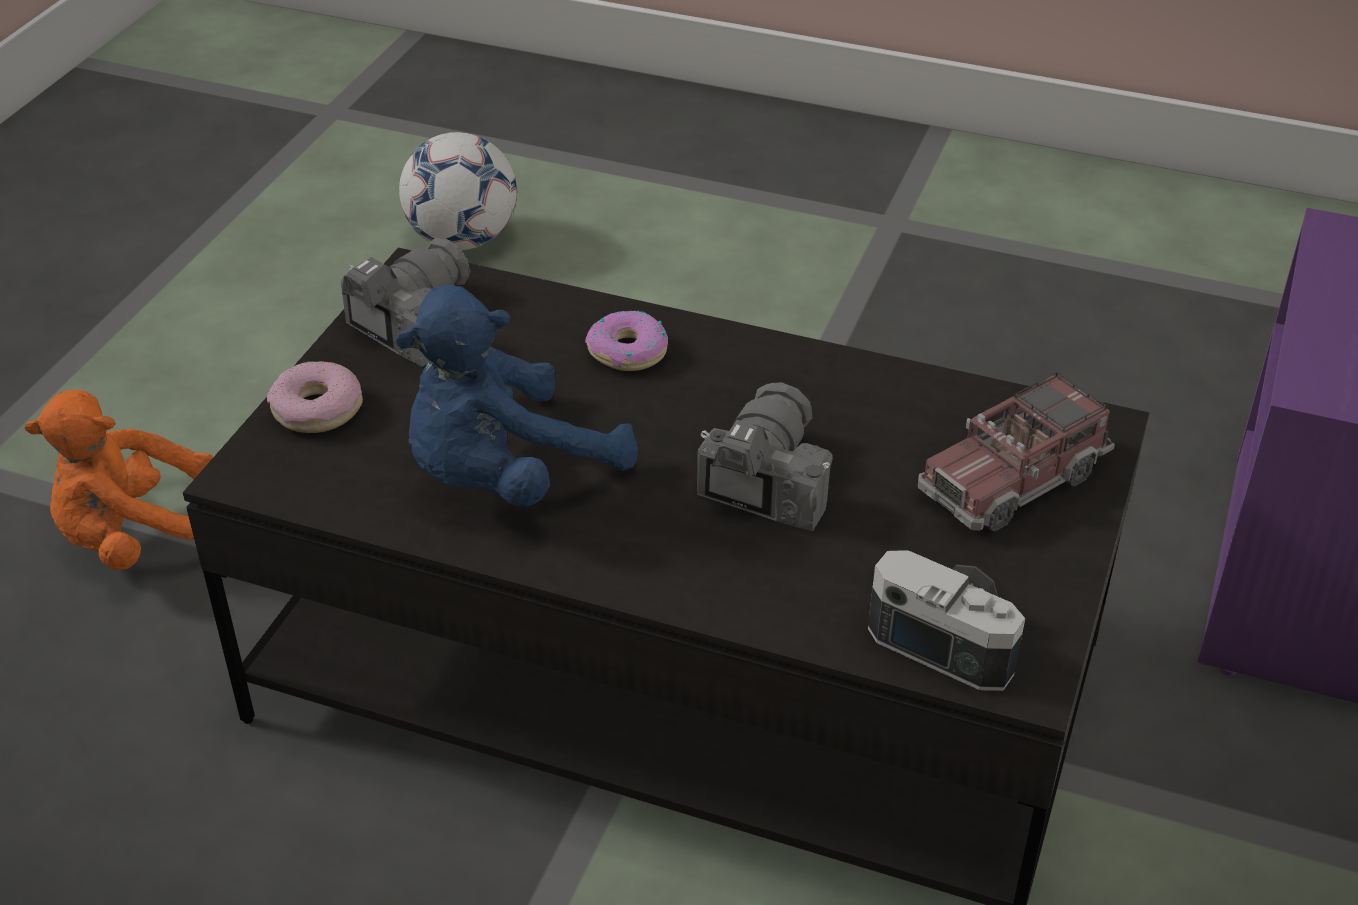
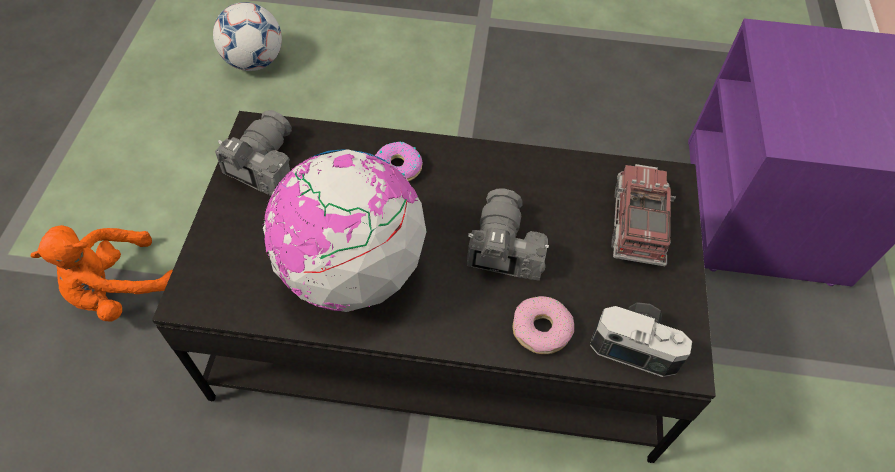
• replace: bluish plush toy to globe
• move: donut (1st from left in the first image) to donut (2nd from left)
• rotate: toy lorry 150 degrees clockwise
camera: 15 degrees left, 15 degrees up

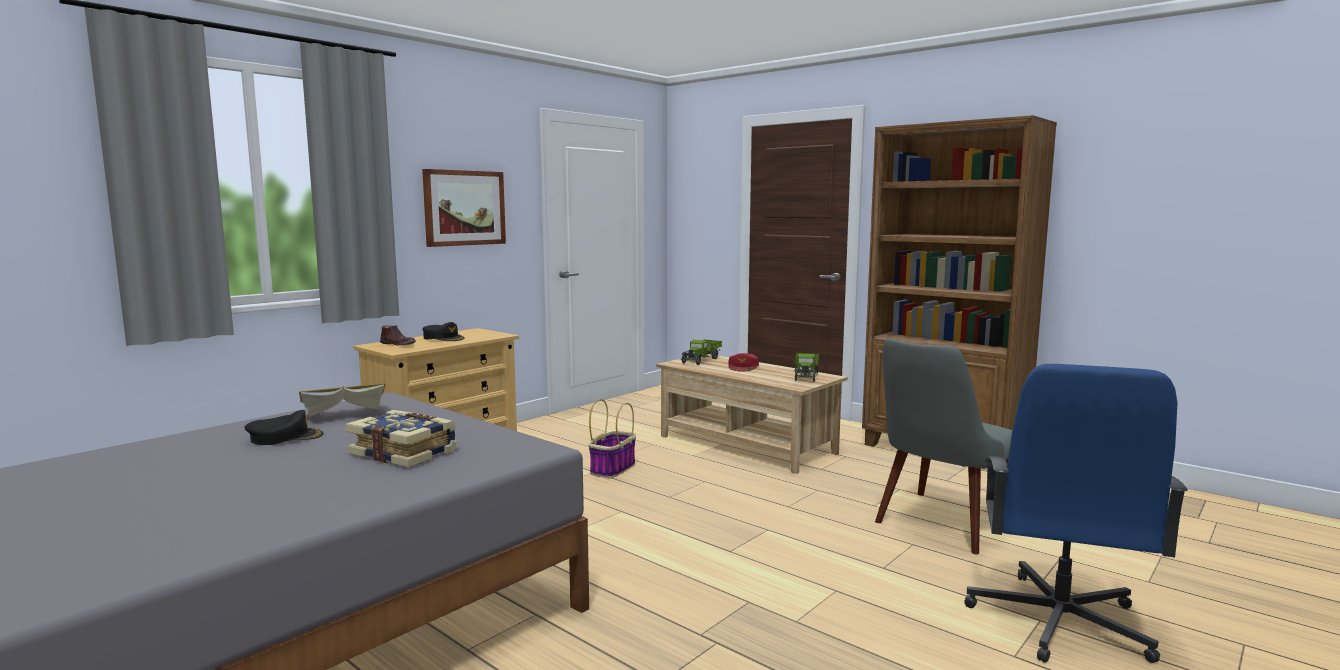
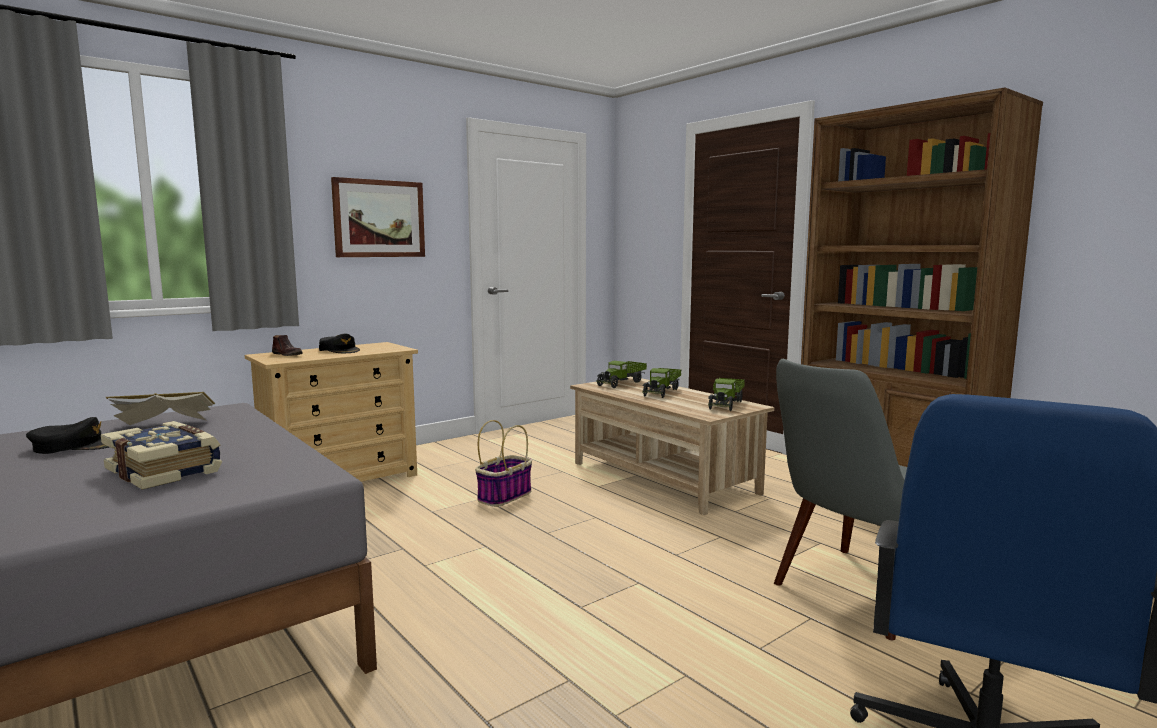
• replace: red-coloured cap to toy lorry (2nd from left)
camera: 10 degrees right, 0 degrees up

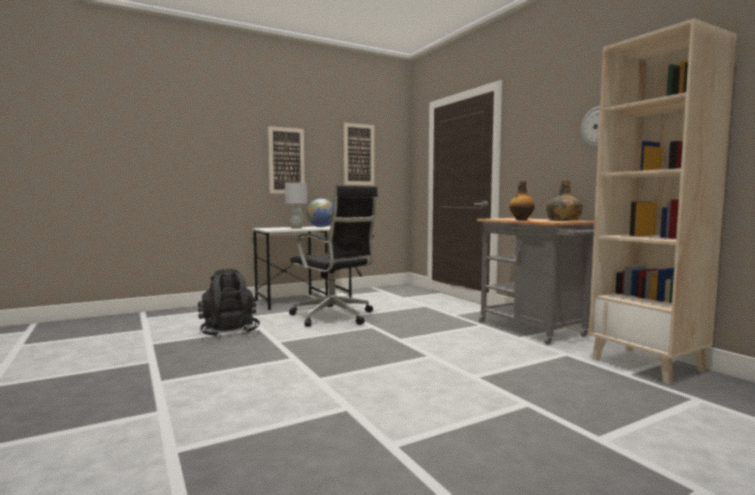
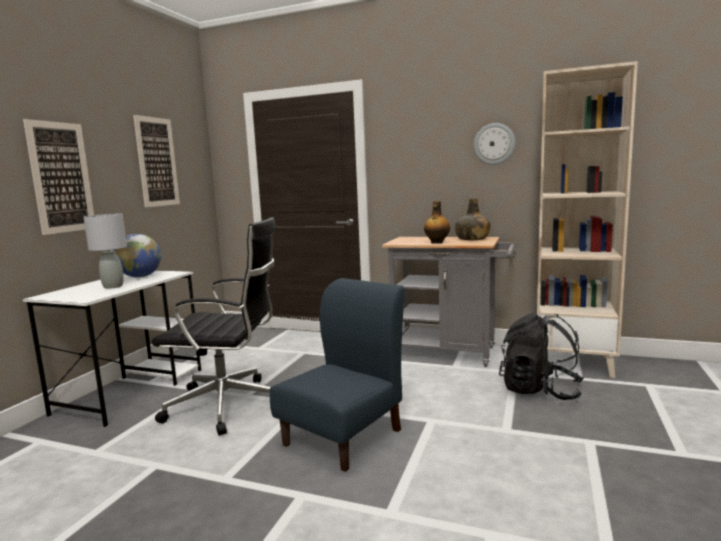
• insert: bluish plain chair
• move: blackish rucksack
camera: 40 degrees left, 5 degrees up

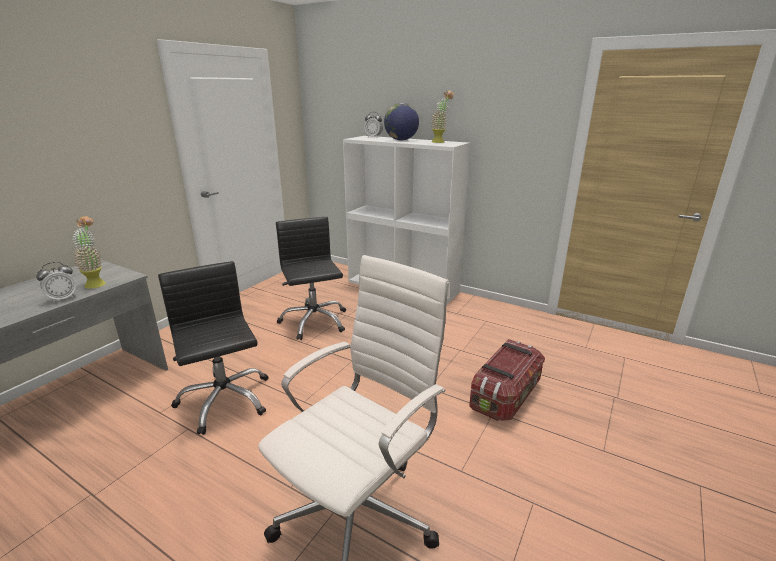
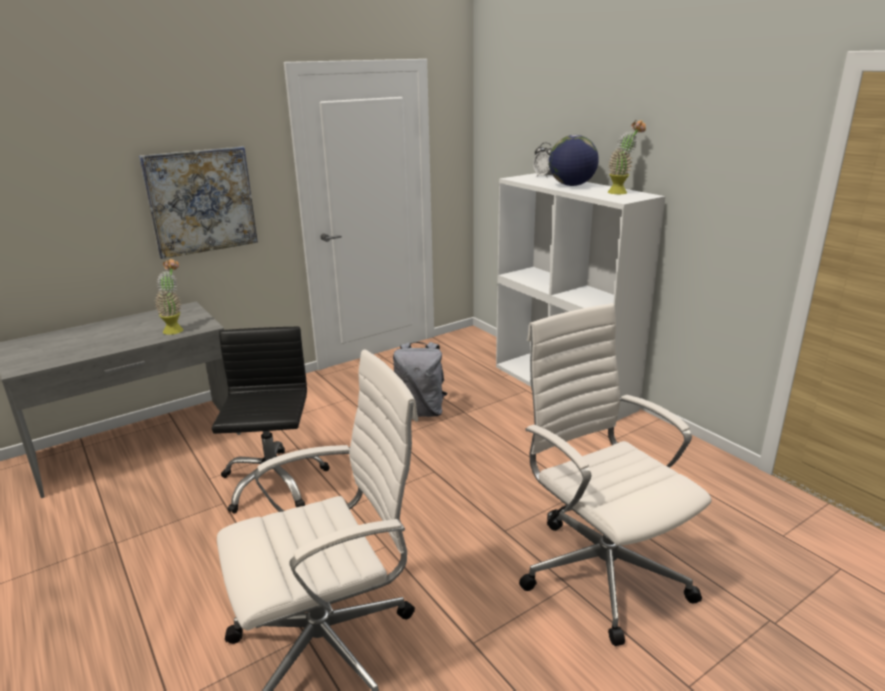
• insert: wall picture
• replace: blackish computer chair (2nd from left) to greyish rucksack
• replace: storage box to white-coloured computer chair (2nd from left)
• delete: table clock (1st from left)
camera: 25 degrees right, 0 degrees up

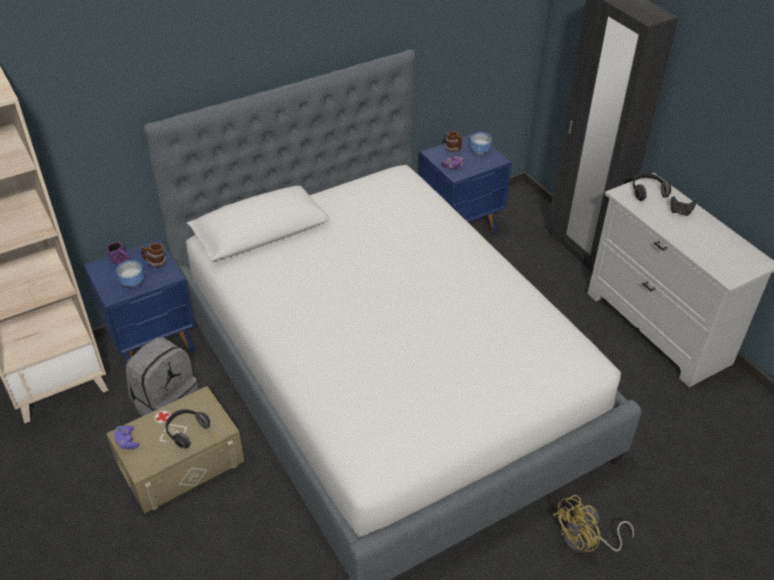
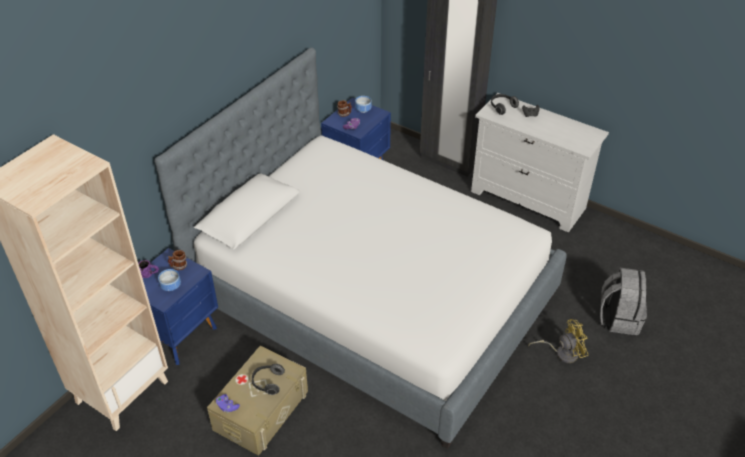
• rotate: yellow electric fan 135 degrees counterclockwise
• move: greyish rucksack
camera: 25 degrees left, 0 degrees up

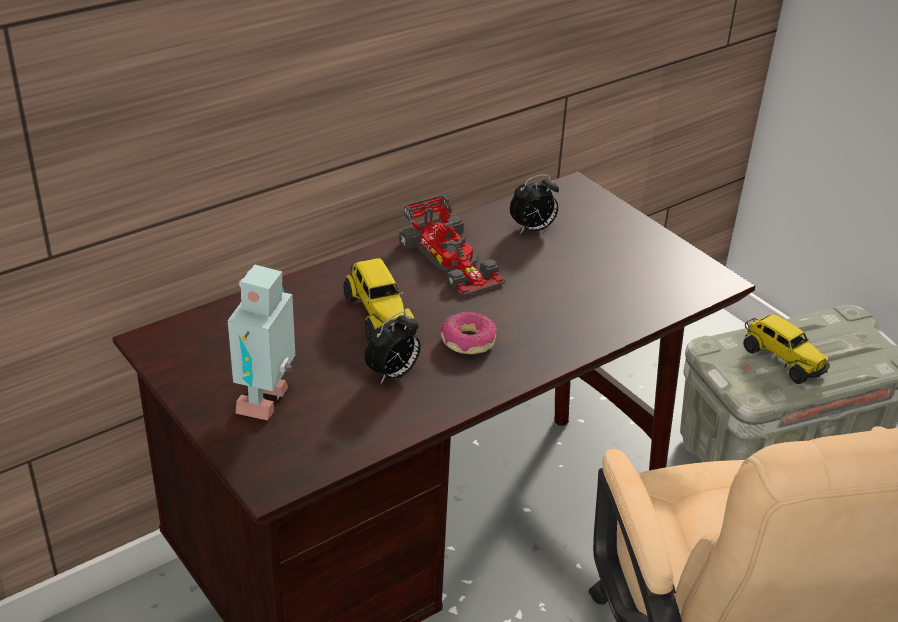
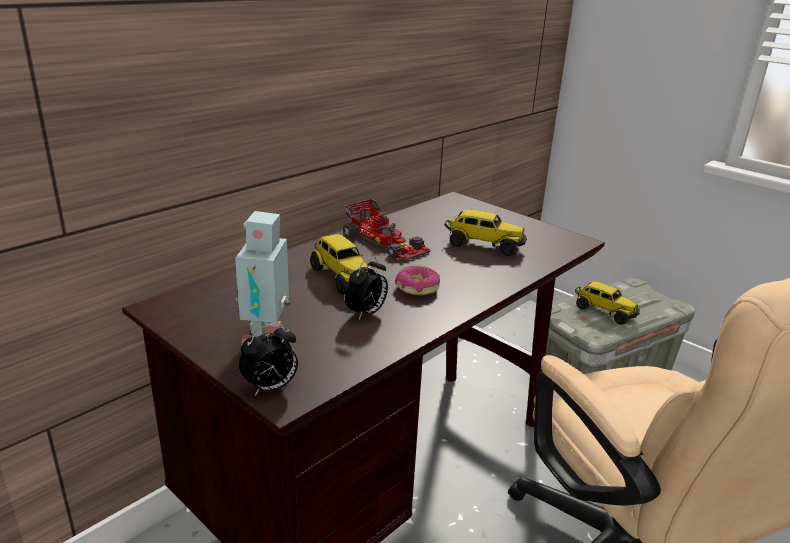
• move: table clock (2nd from left in the first image) to table clock (1st from left)
• insert: toy lorry (2nd from left)
camera: 10 degrees left, 10 degrees down

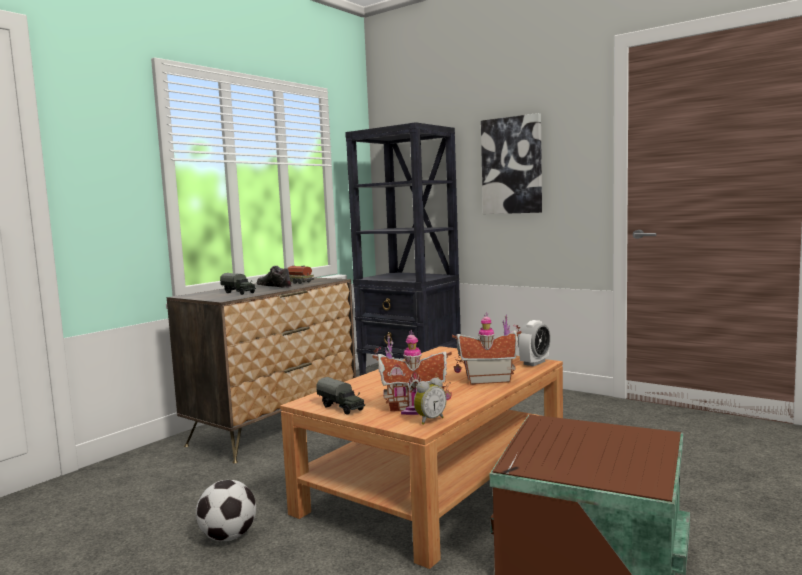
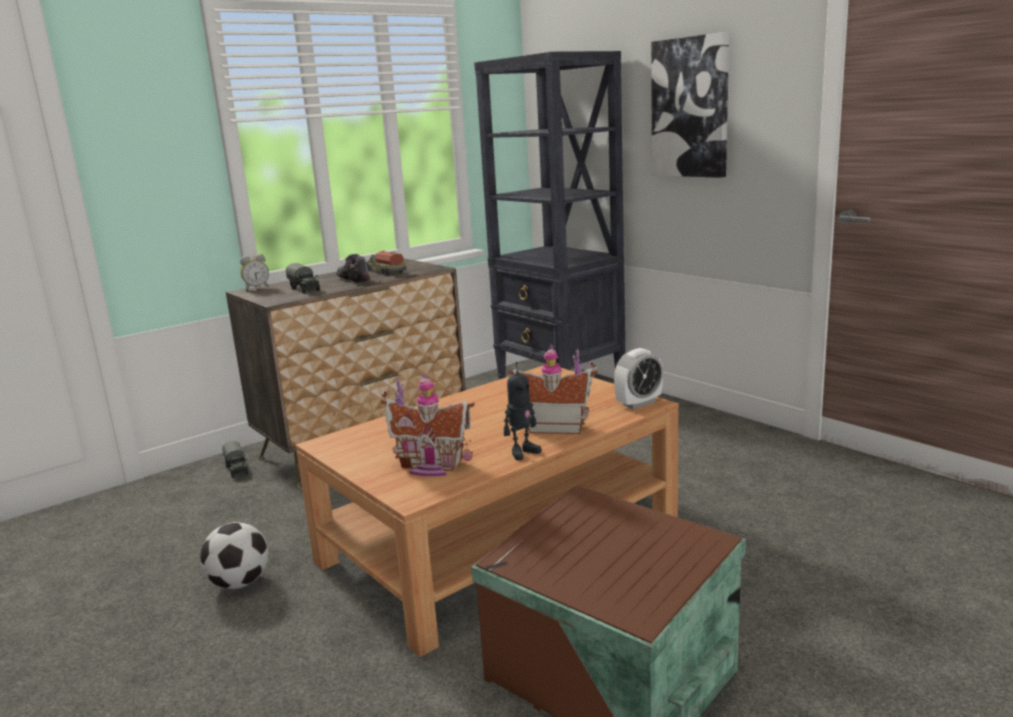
• move: toy lorry (3rd from left in the first image) to toy lorry (1st from left)
• move: table clock (1st from left)
• insert: robot figure
camera: 15 degrees right, 10 degrees up

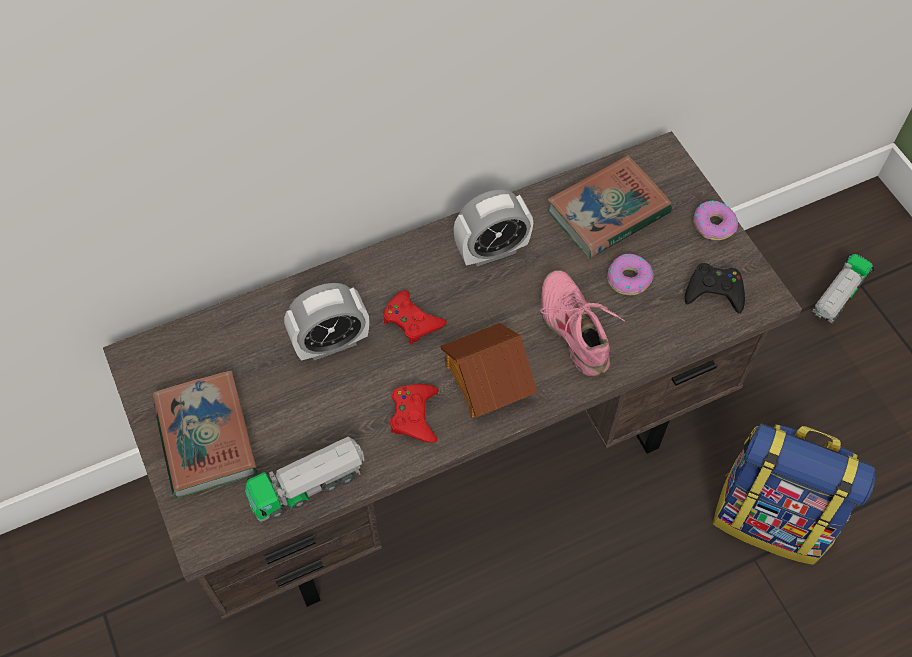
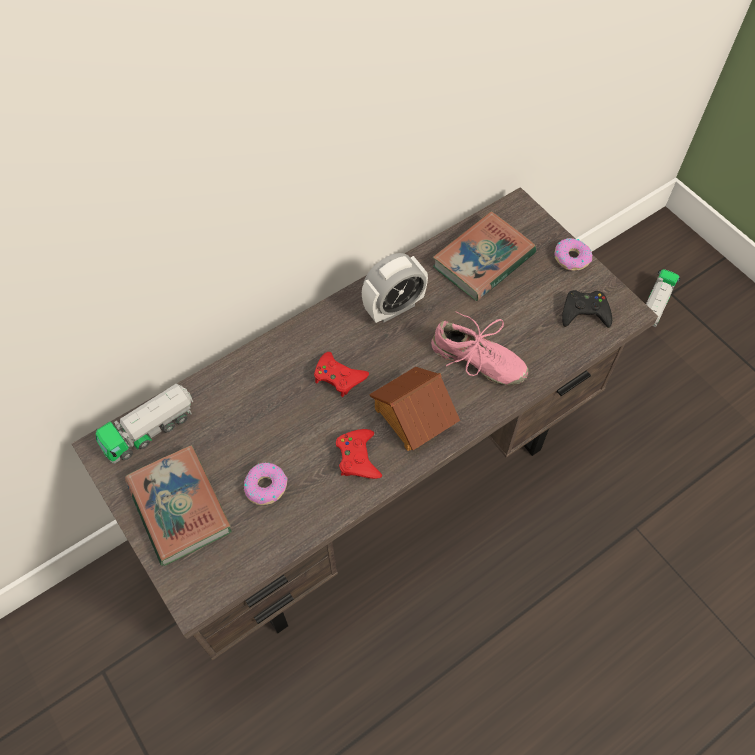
• move: toy lorry (1st from left)
• move: donut (1st from left)
• rotate: pink-coloured item of footwear 150 degrees clockwise
• delete: table clock (1st from left)
• delete: rucksack
camera: 10 degrees left, 0 degrees up

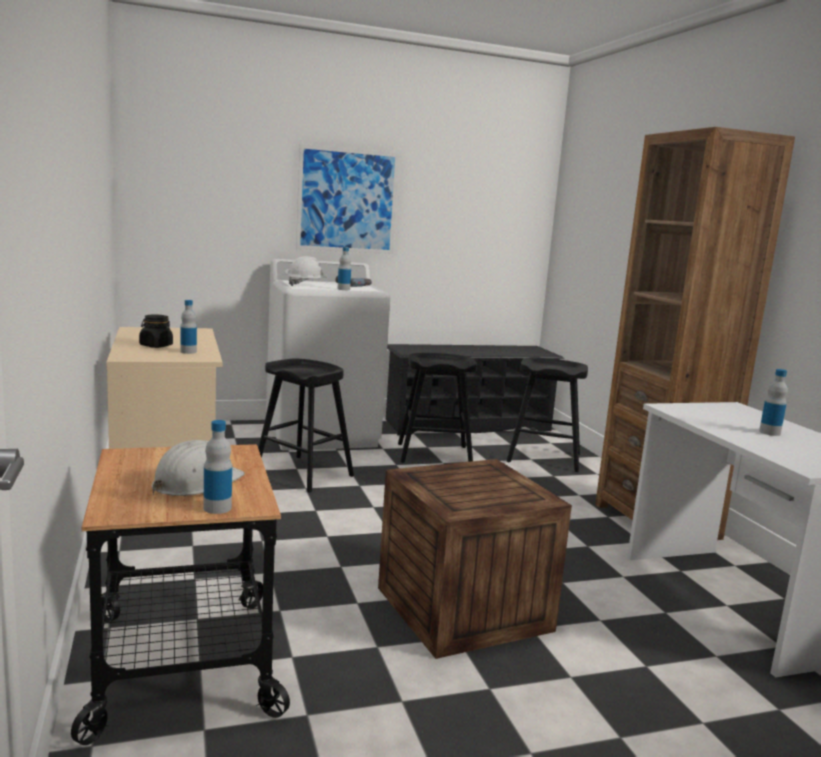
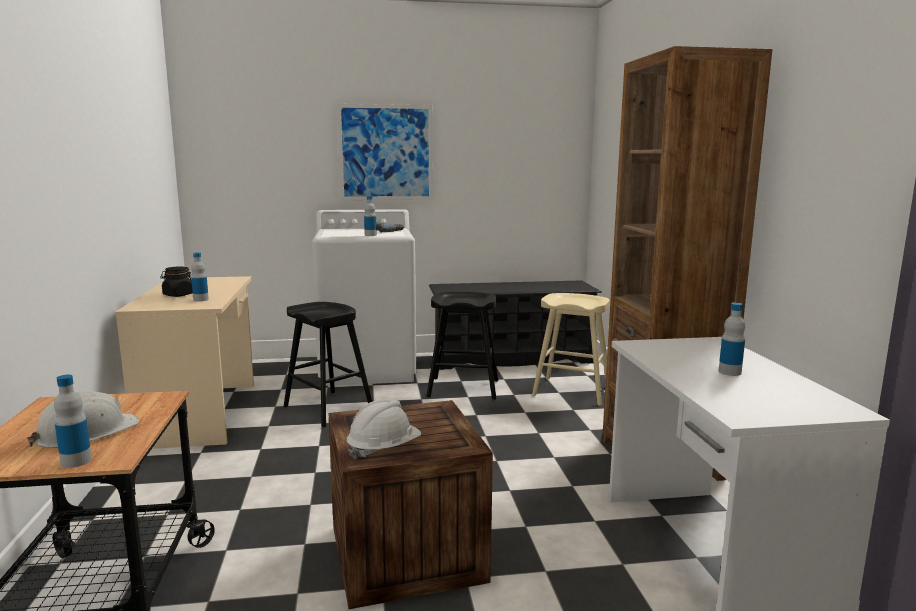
• move: white-coloured work helmet (2nd from left)
• recolor: blackish sitting stool (3rd from left) to sand-coloured sitting stool
camera: 10 degrees right, 0 degrees up

